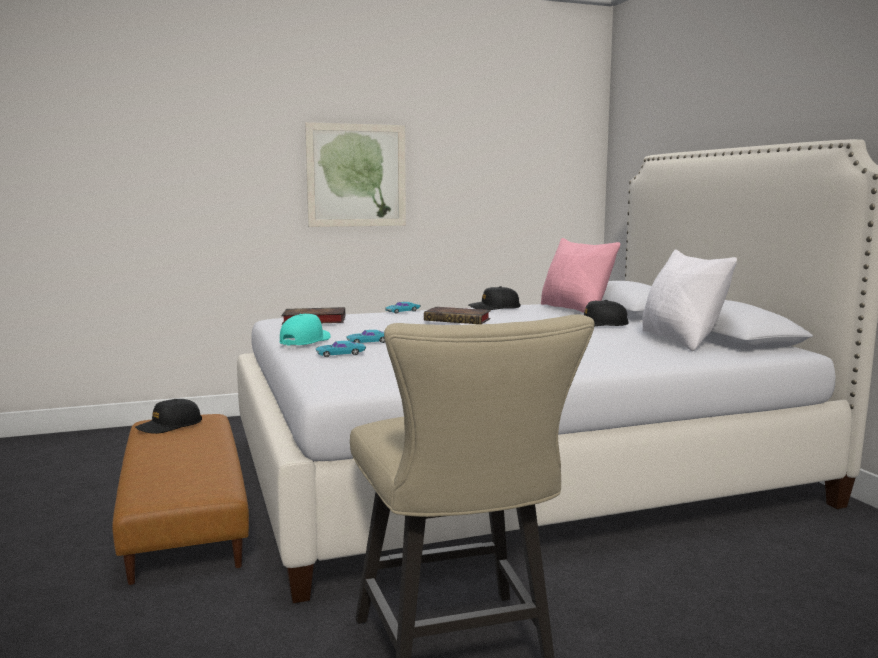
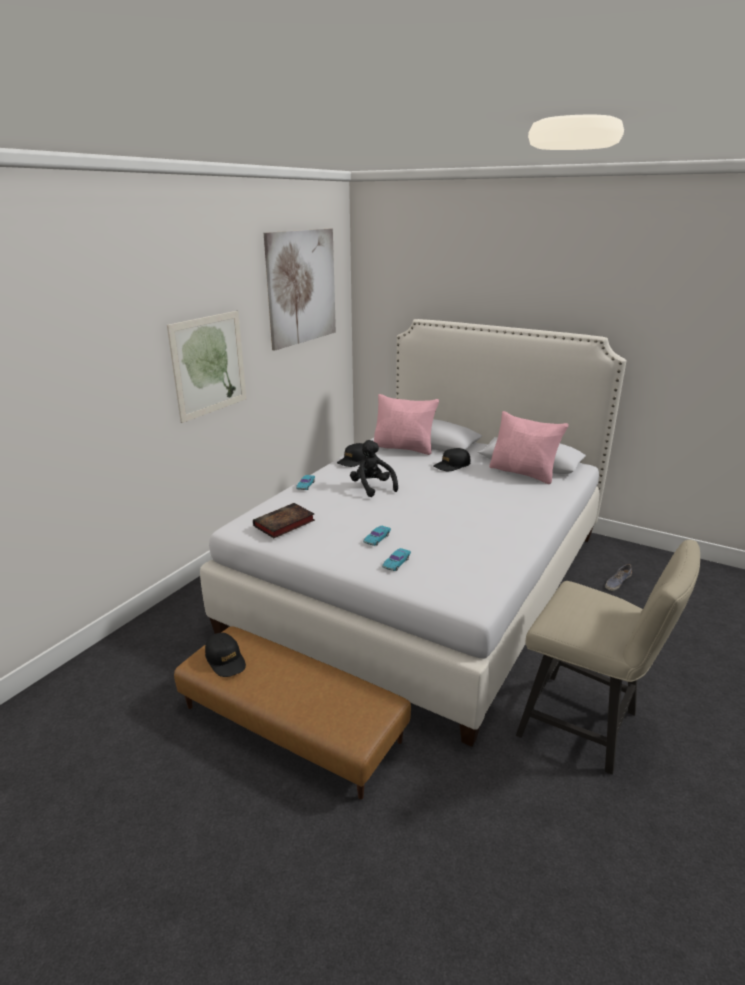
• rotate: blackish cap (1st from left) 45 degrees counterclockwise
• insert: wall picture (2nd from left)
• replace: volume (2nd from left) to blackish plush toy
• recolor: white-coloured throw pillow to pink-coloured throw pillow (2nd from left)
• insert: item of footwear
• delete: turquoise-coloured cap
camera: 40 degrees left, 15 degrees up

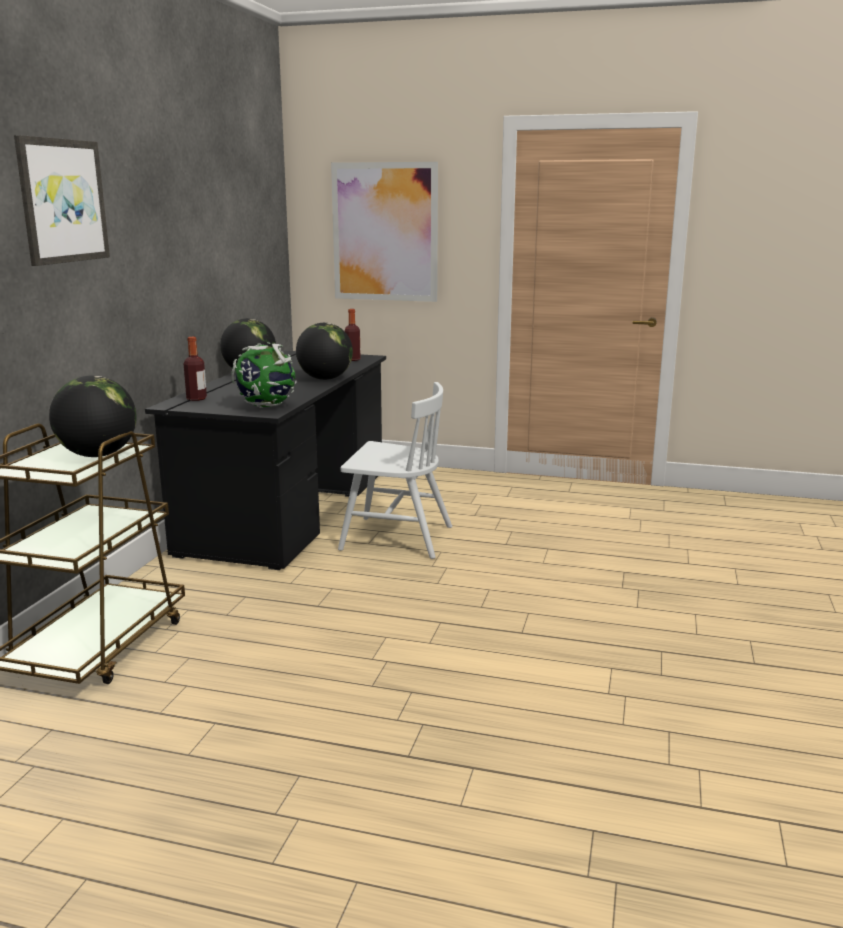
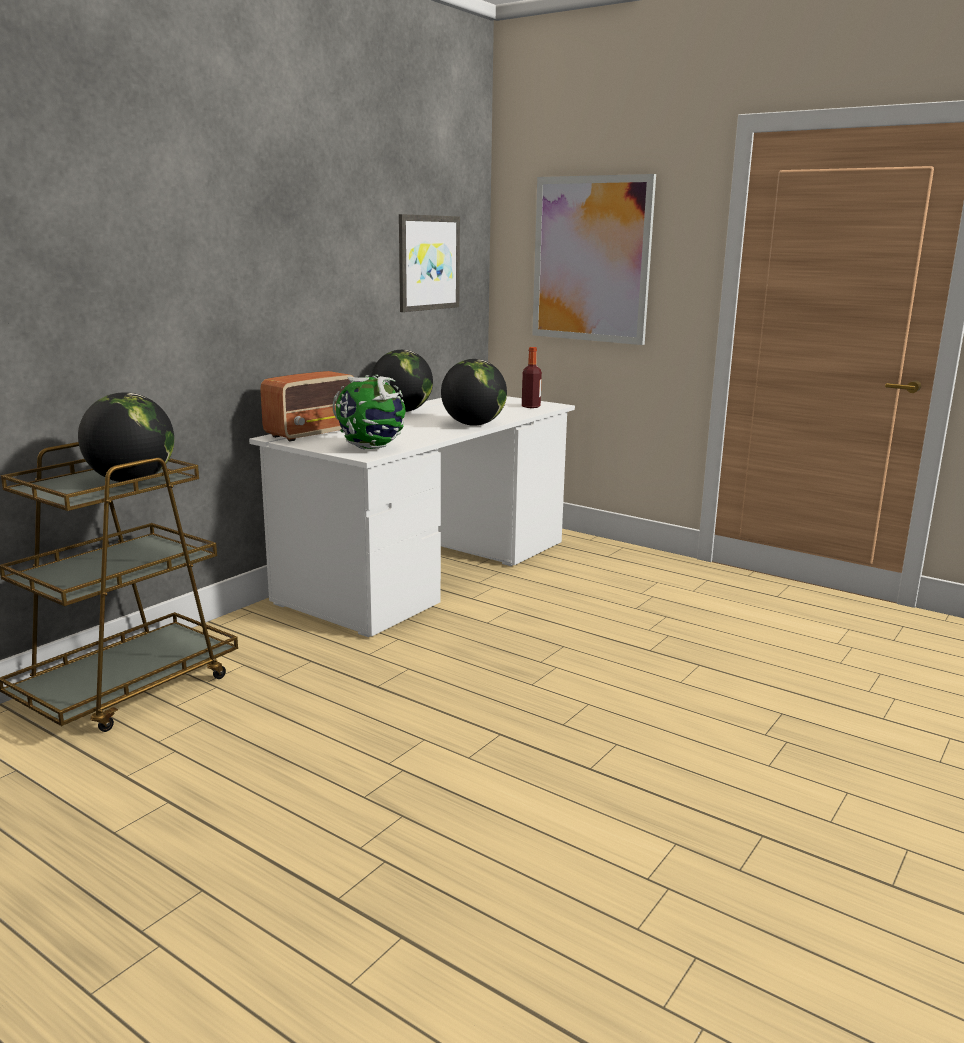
• recolor: blackish desk to white-coloured desk
• replace: drink bottle (1st from left) to radio
• move: wall picture (1st from left)
• delete: white-coloured plain chair
camera: 20 degrees right, 0 degrees up

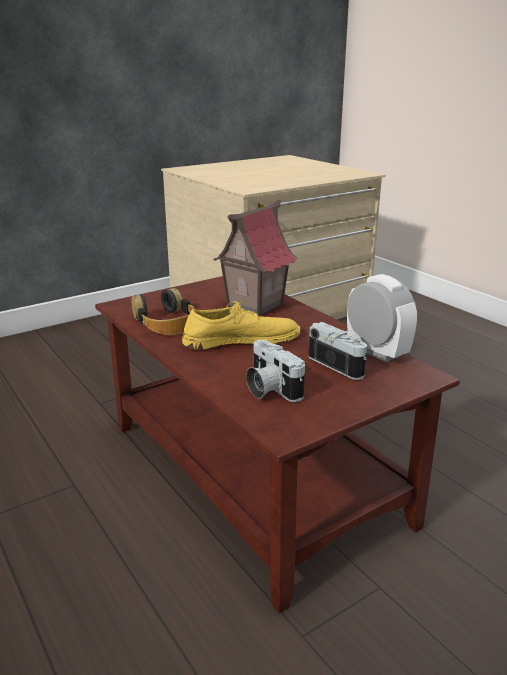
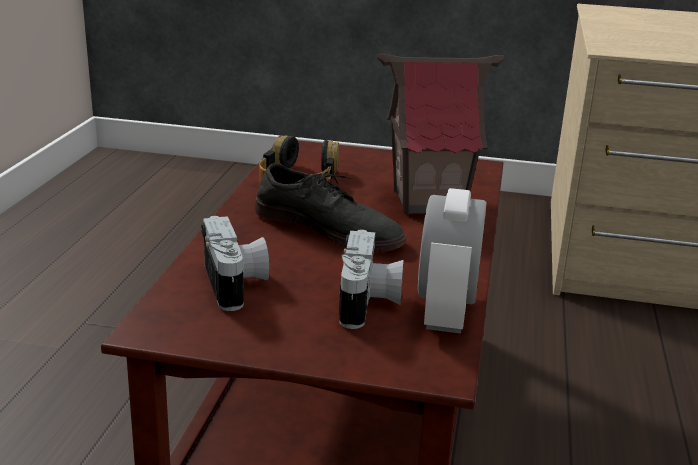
• rotate: photo camera (1st from left) 150 degrees clockwise
• recolor: yellow item of footwear to greyish item of footwear
camera: 45 degrees right, 0 degrees up

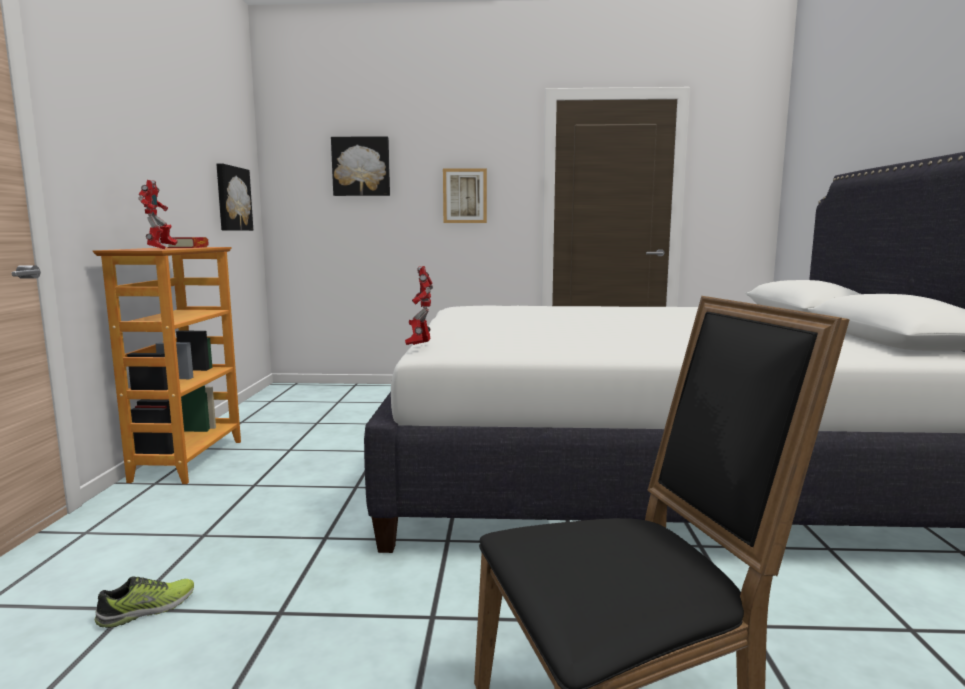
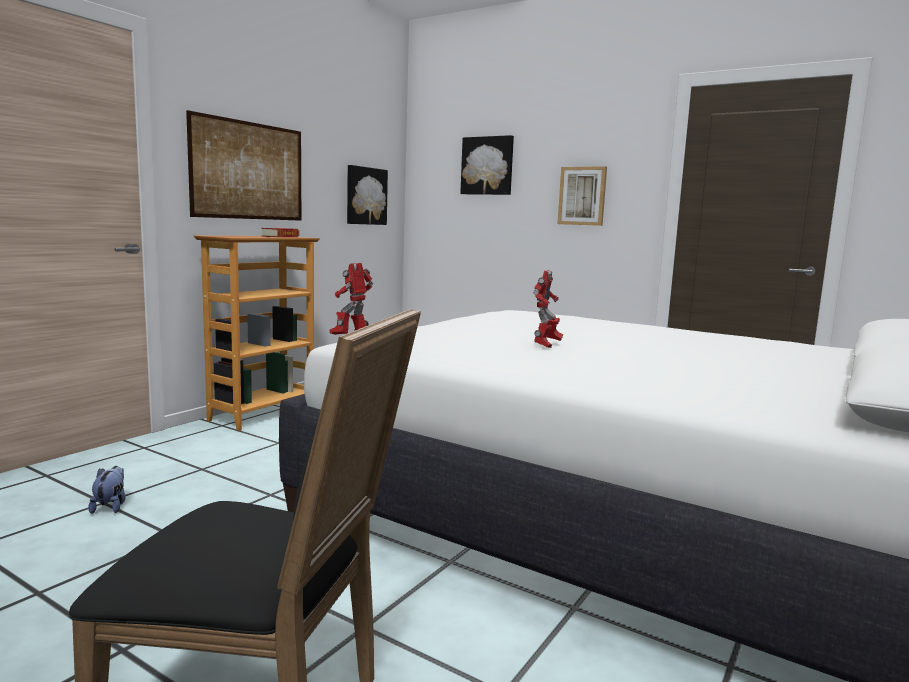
• replace: item of footwear to plush toy
• insert: wall picture (1st from left)
• move: robot figure (1st from left in the first image) to robot figure (2nd from left)
camera: 30 degrees right, 0 degrees up

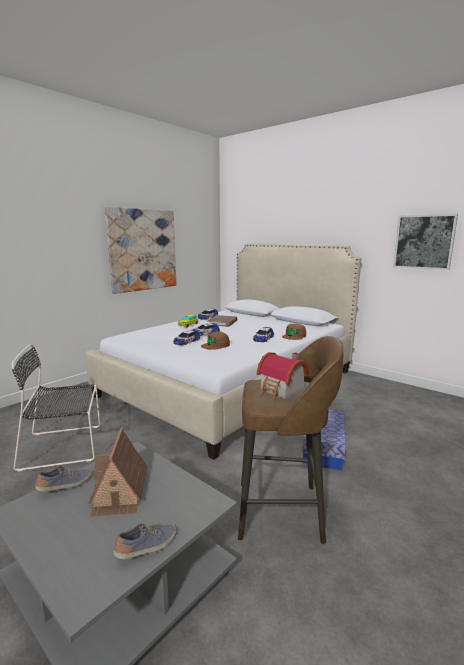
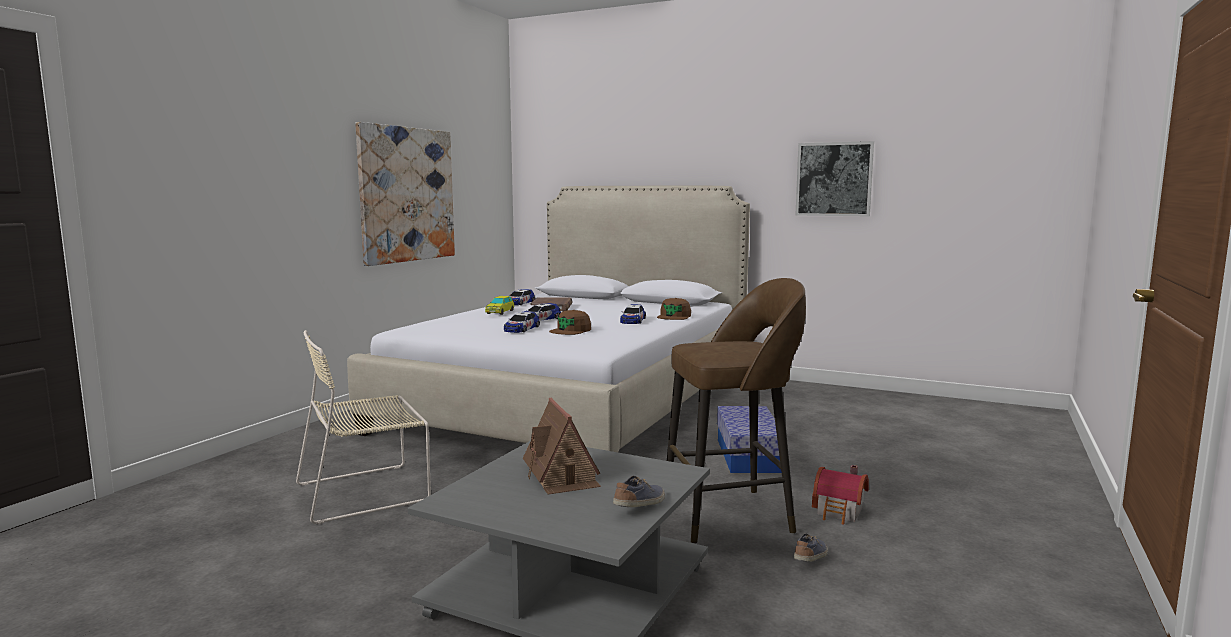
• recolor: blackish plain chair to sand-coloured plain chair
• move: item of footwear (1st from left in the first image) to item of footwear (2nd from left)
• move: model house (2nd from left)
camera: 15 degrees left, 5 degrees down

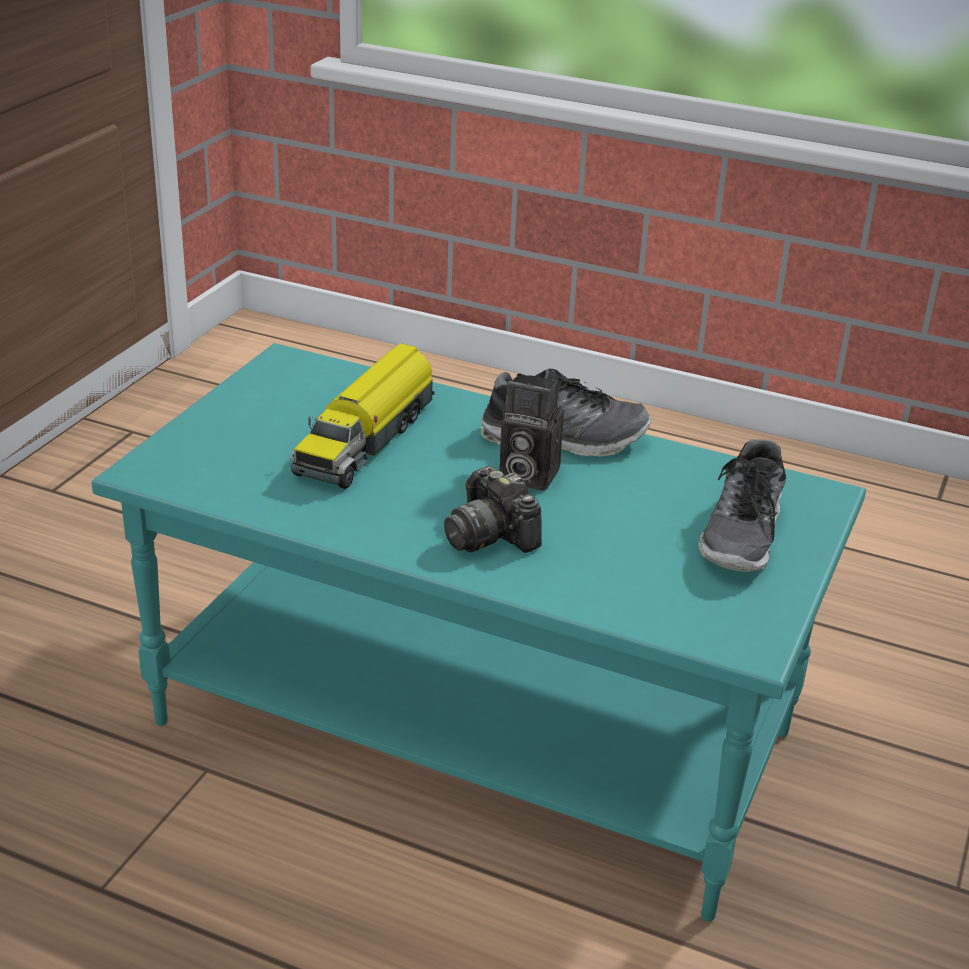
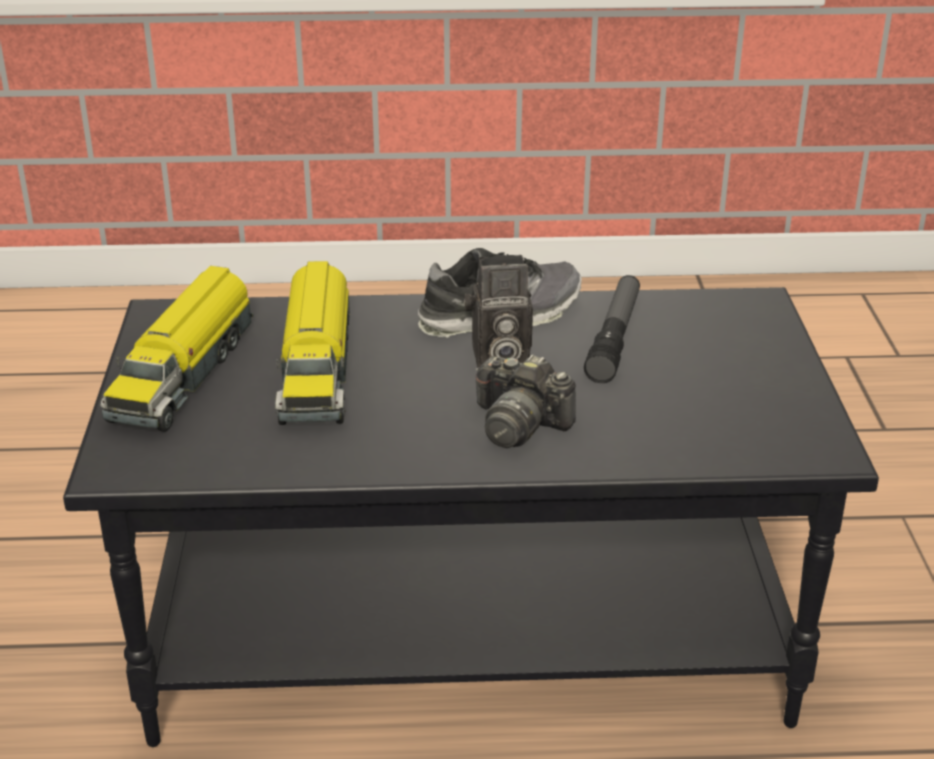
• recolor: turquoise-coloured coffee table to blackish coffee table
• insert: toy lorry (1st from left)
• insert: torch
• delete: item of footwear (2nd from left)
camera: 25 degrees left, 0 degrees up

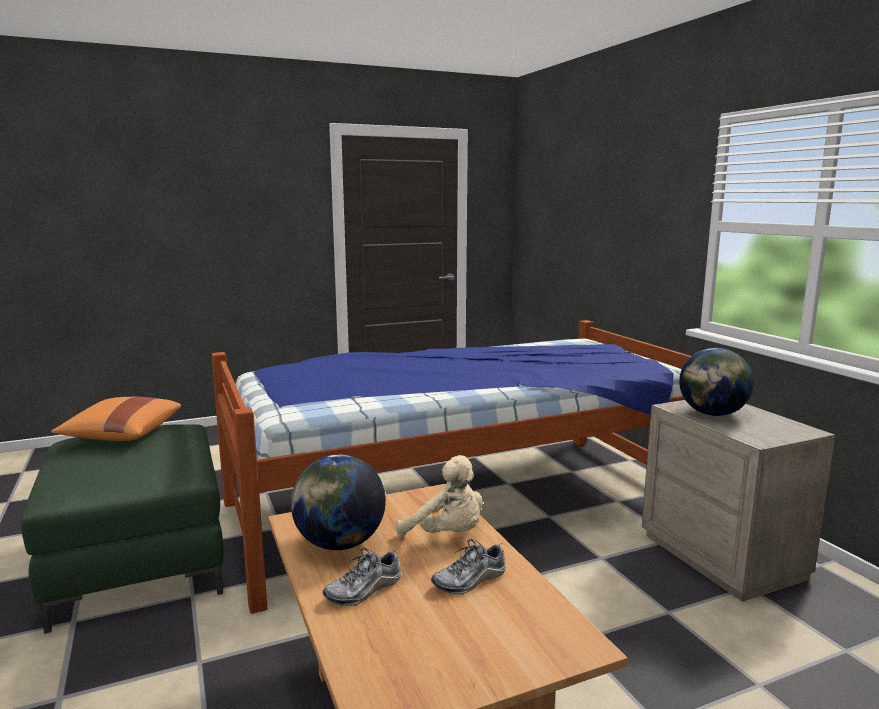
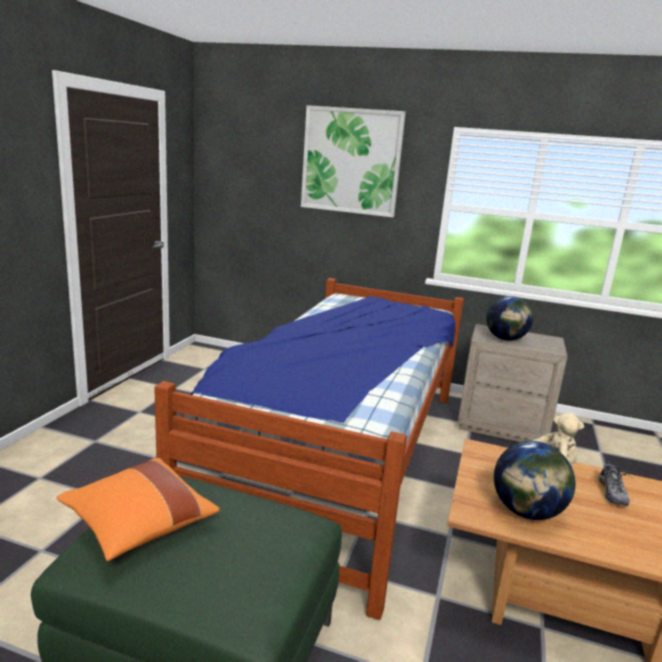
• insert: wall picture
• delete: item of footwear (1st from left)
camera: 50 degrees left, 5 degrees up

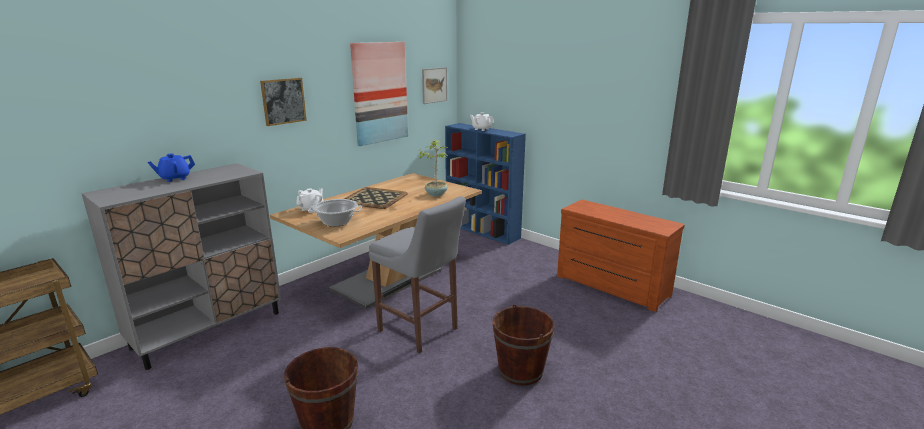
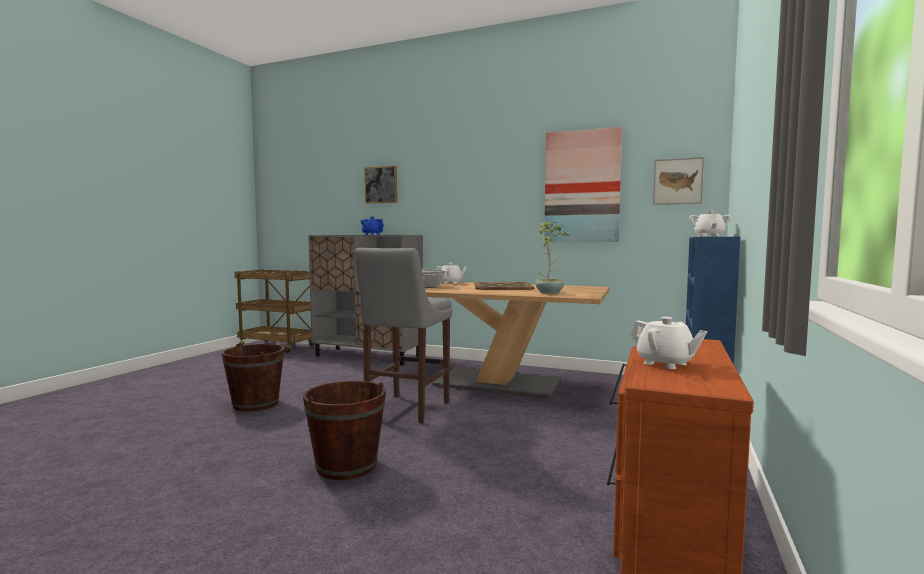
• move: wall picture (1st from left)
• insert: white-coloured teapot (2nd from left)
camera: 70 degrees right, 15 degrees down

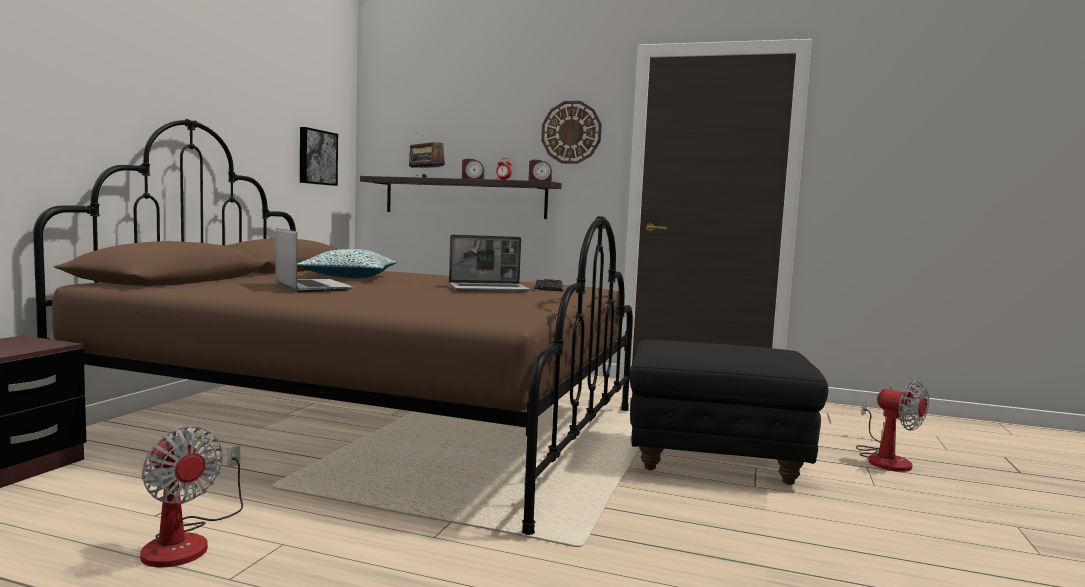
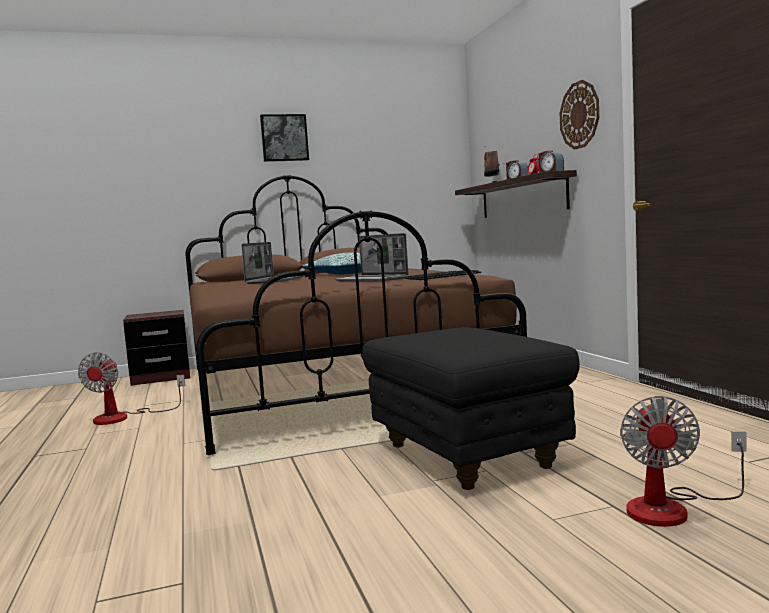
• move: wall picture
camera: 55 degrees right, 0 degrees up

